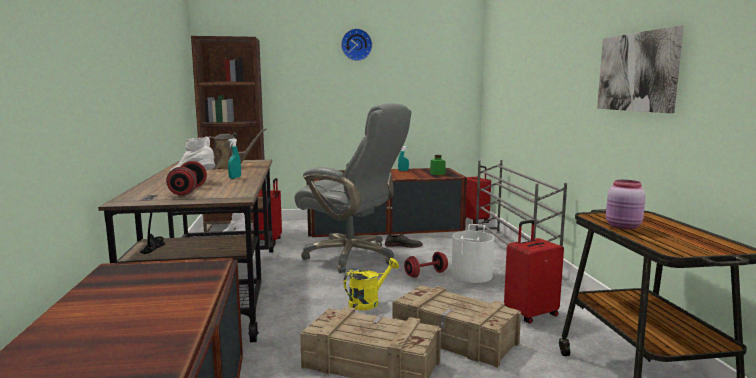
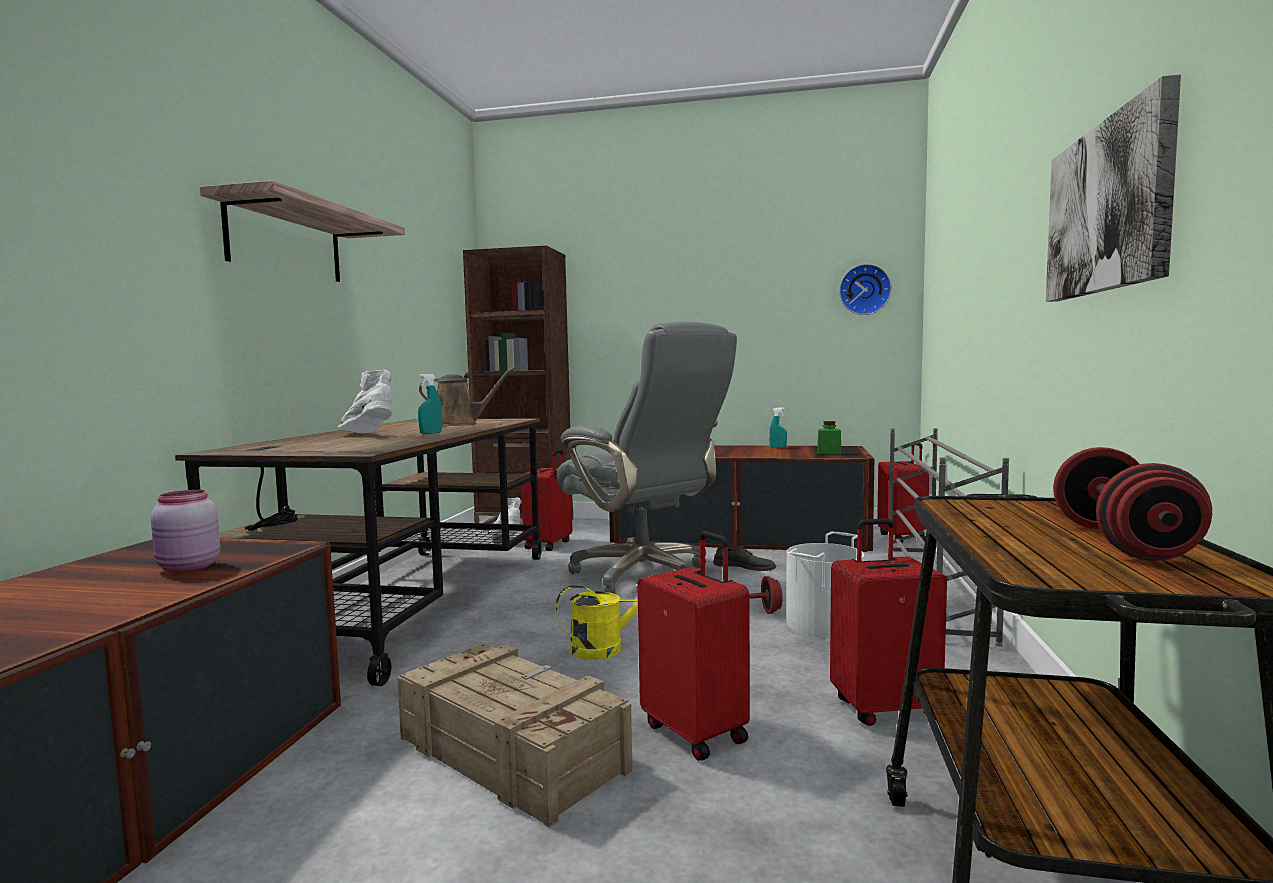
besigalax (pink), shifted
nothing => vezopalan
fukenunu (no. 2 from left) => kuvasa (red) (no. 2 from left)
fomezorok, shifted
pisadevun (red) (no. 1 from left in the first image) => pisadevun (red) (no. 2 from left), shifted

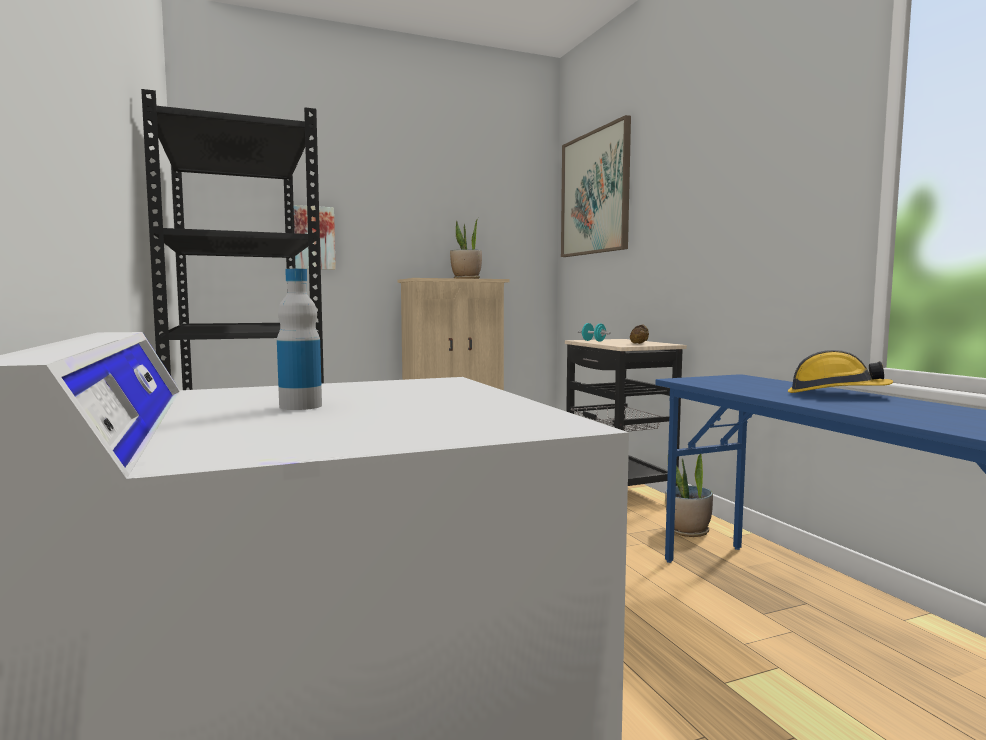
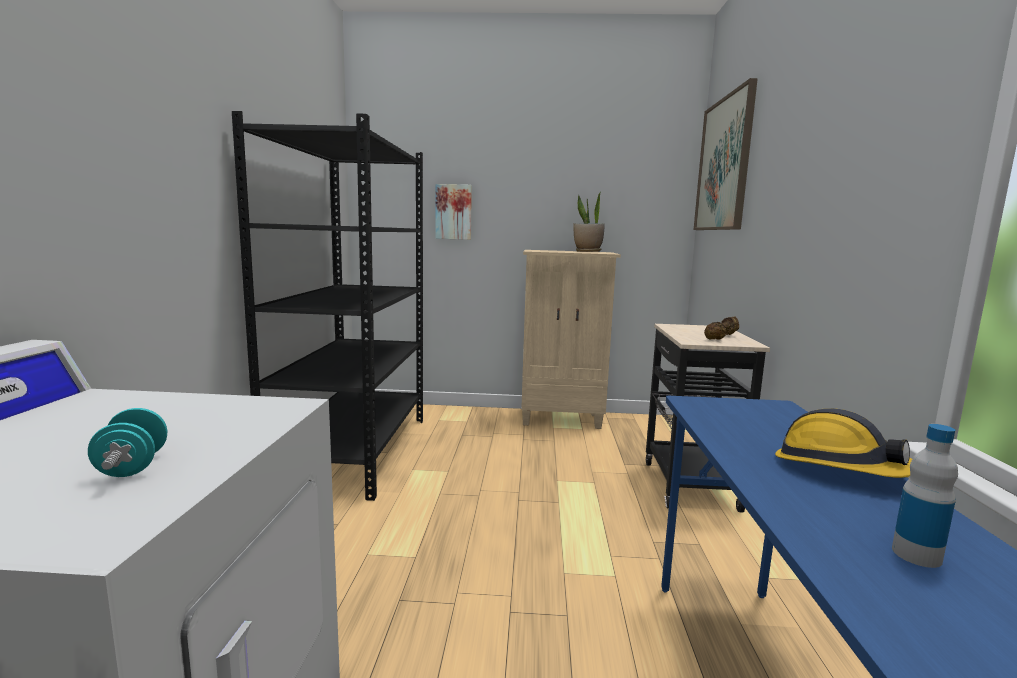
pisadevun (turquoise), shifted
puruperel, shifted
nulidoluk (no. 2 from left) => nothing

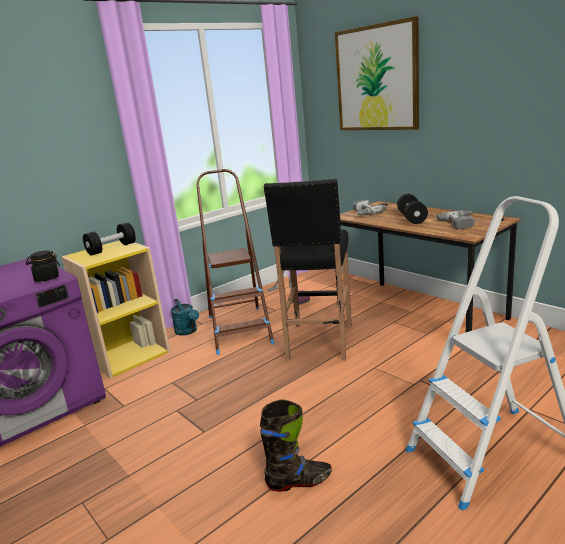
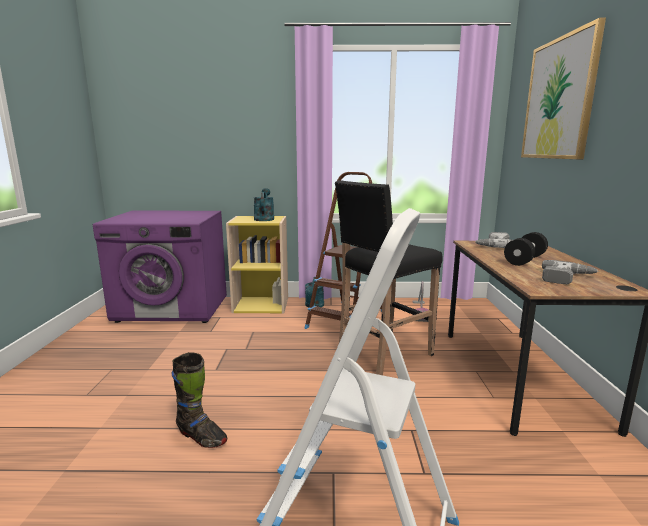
pisadevun (black) (no. 1 from left) => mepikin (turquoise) (no. 1 from left)
besigalax (black) => nothing

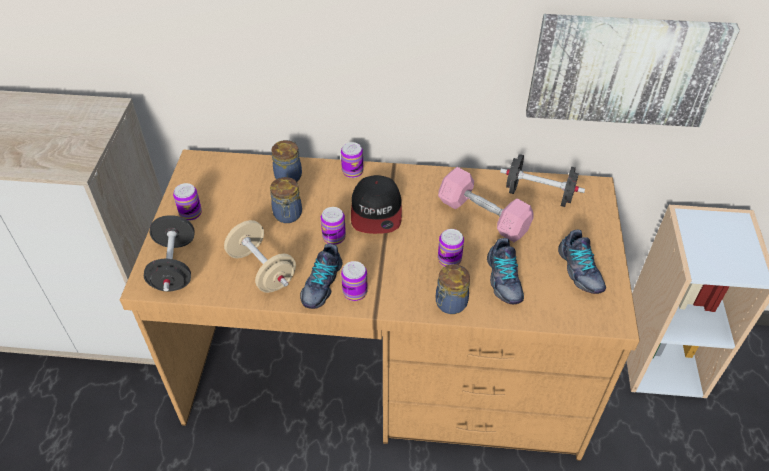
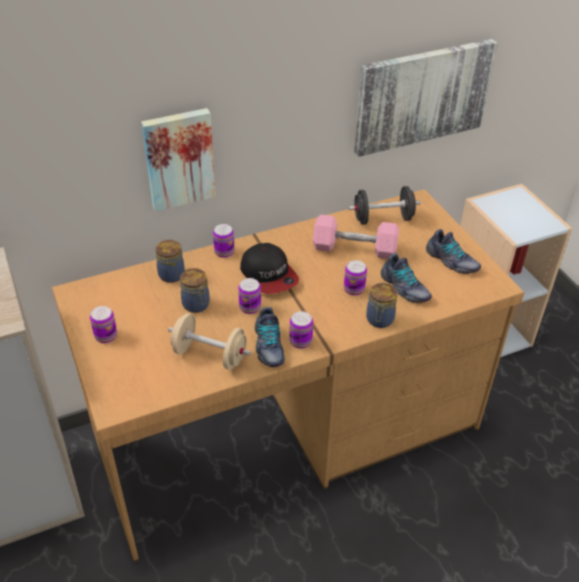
nothing => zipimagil (no. 1 from left)
pisadevun (black) (no. 1 from left) => nothing

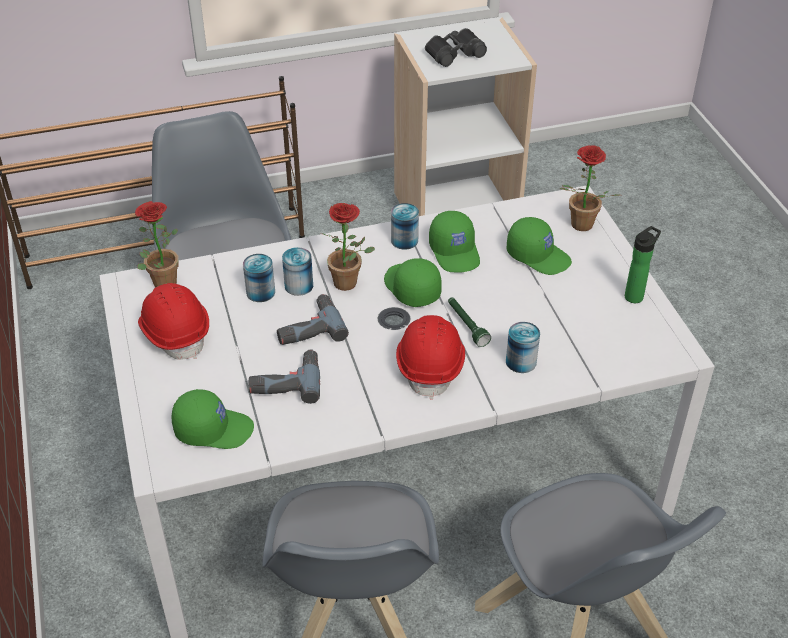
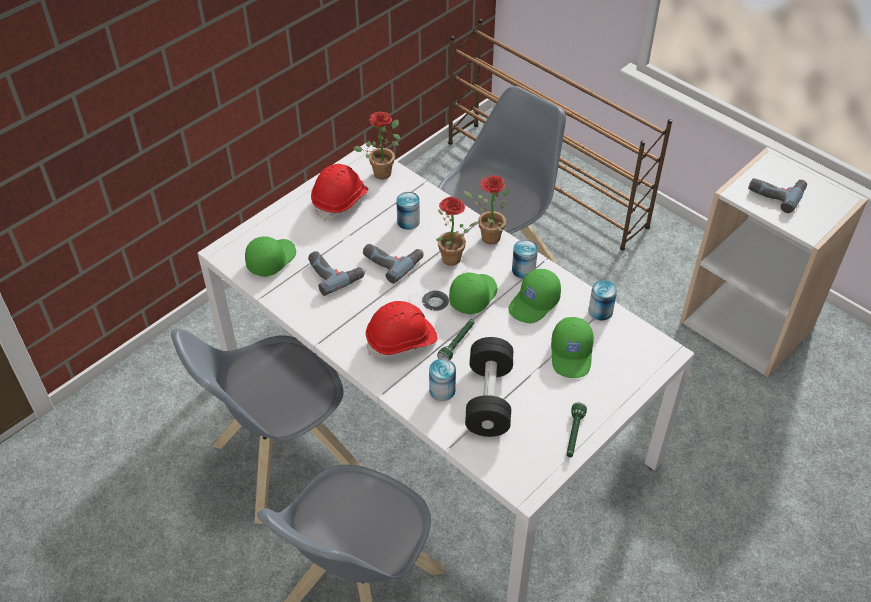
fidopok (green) (no. 1 from left), 120 degrees counterclockwise
nulidoluk (no. 3 from left), shifted
nothing => pisadevun (black)
puruperel => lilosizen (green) (no. 2 from left)
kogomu (no. 2 from left in the first image) => kogomu (no. 4 from left), shifted
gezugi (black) => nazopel (no. 3 from left)

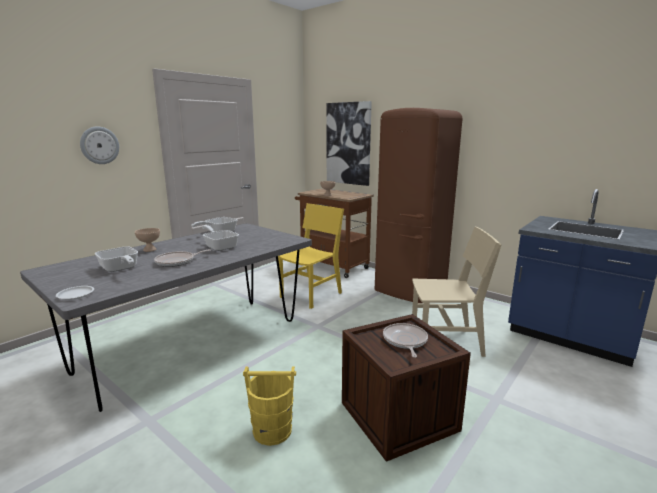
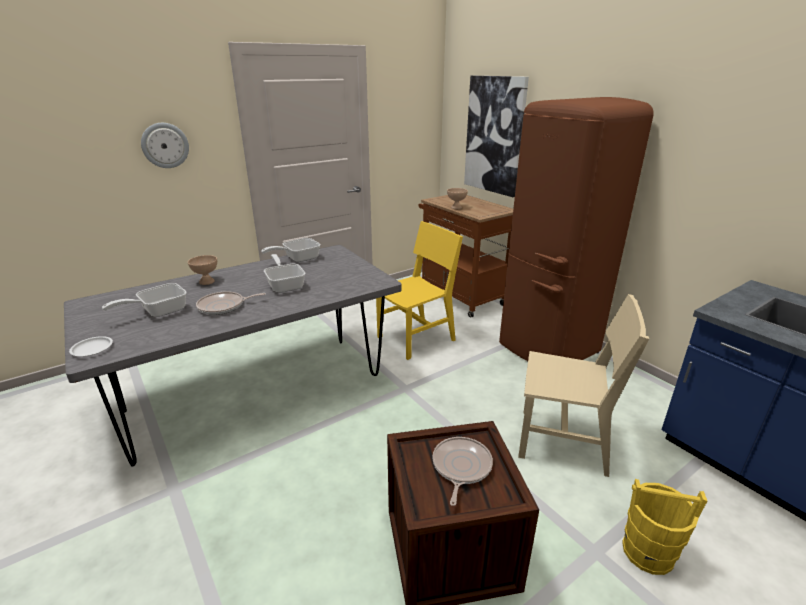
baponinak (no. 1 from left), 75 degrees clockwise
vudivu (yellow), shifted

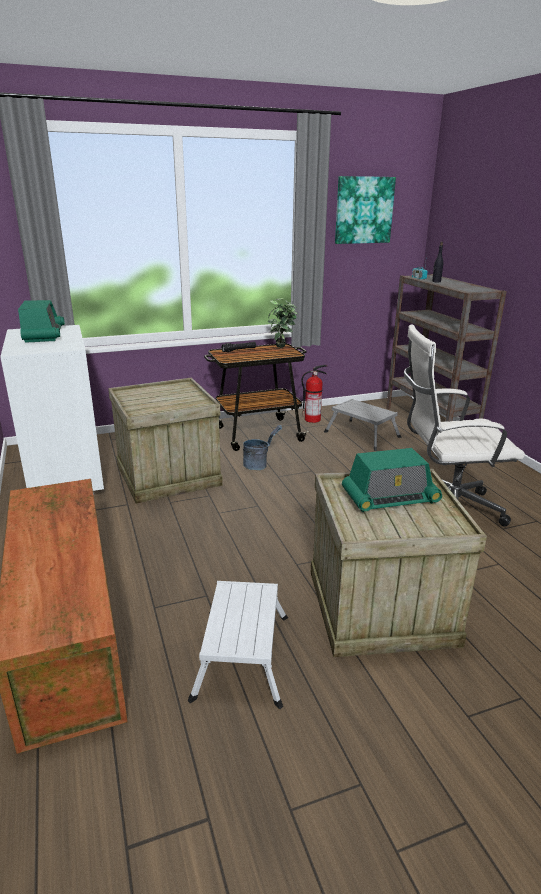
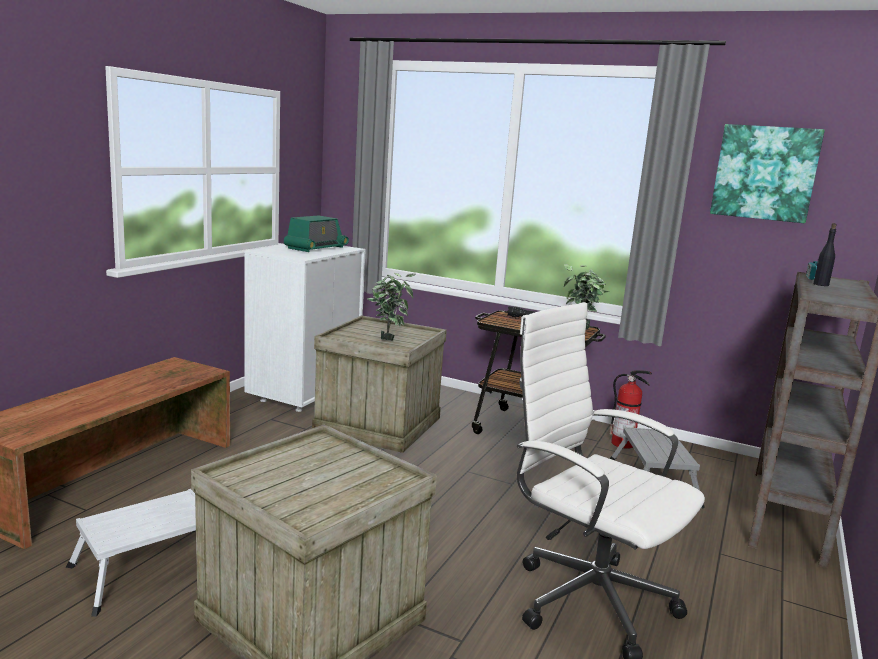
nothing => nulidoluk (no. 1 from left)
vudivu (grey) => nothing
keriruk (no. 2 from left) => nothing

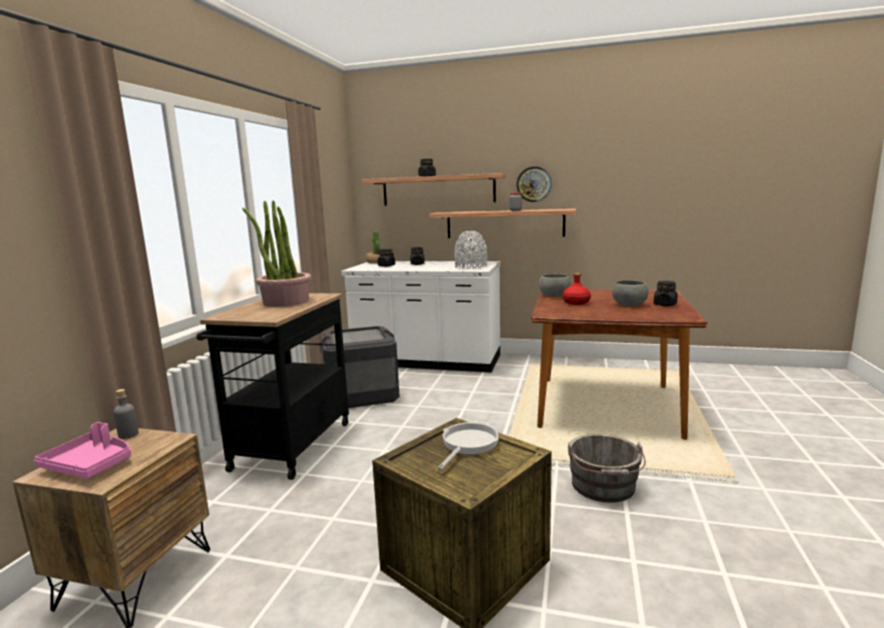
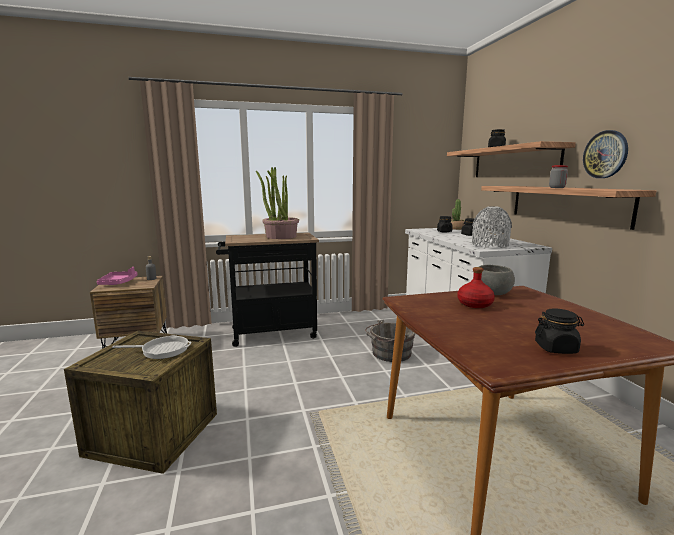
vudivu (grey), shifted
fukenunu (no. 1 from left) => nothing
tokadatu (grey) (no. 2 from left) => nothing

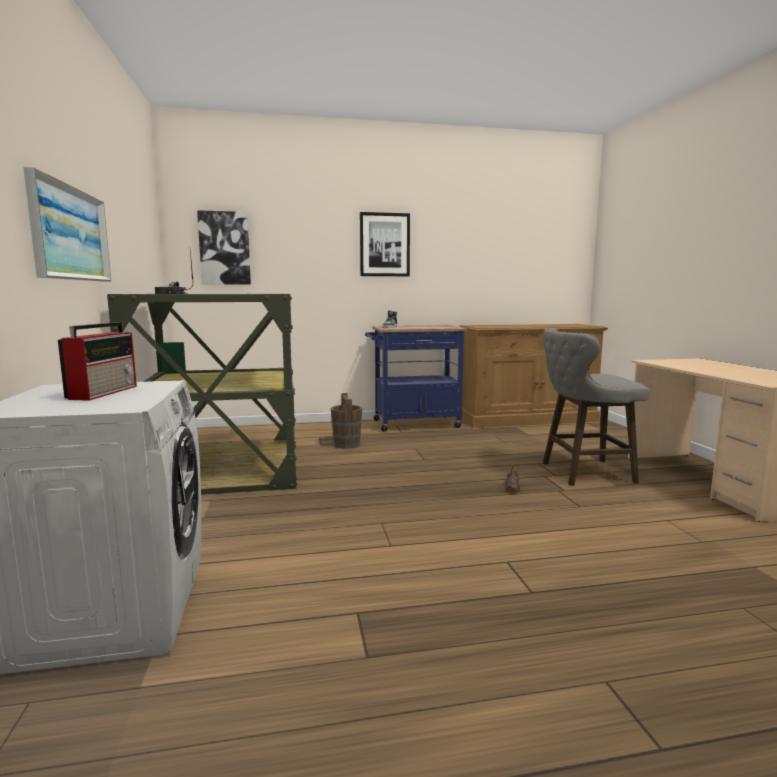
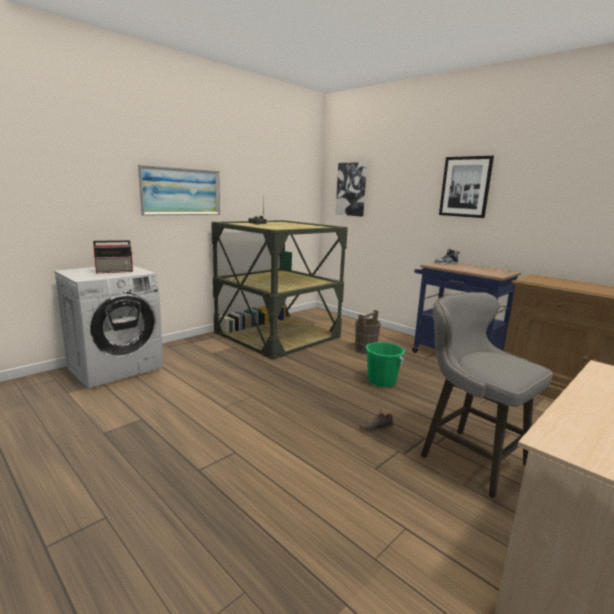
nothing => vudivu (green)

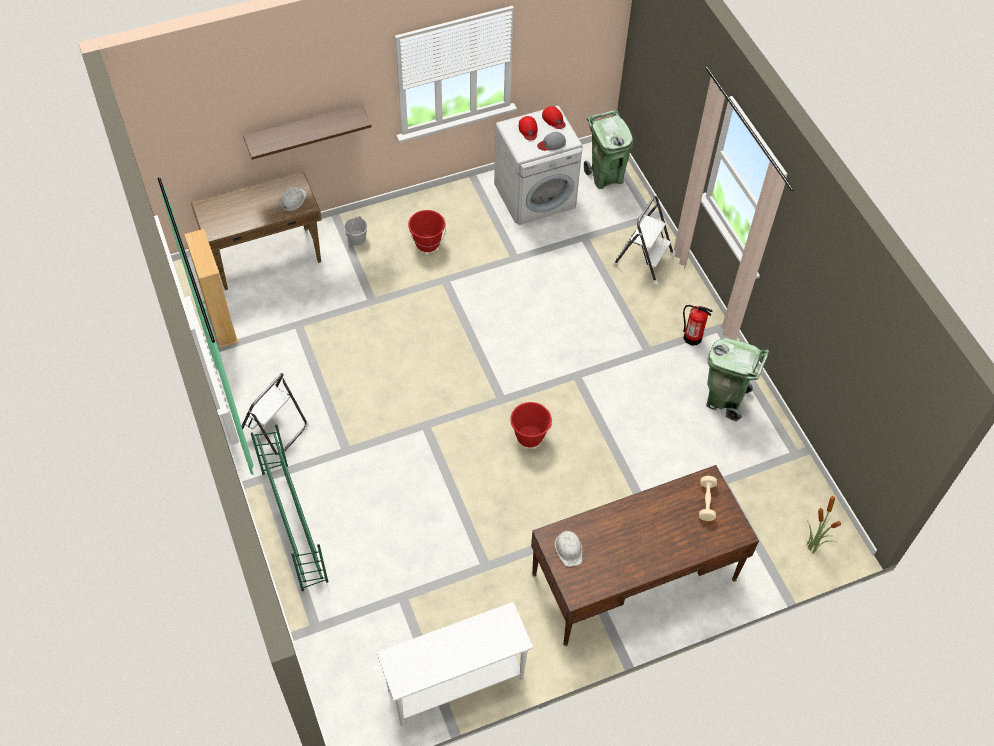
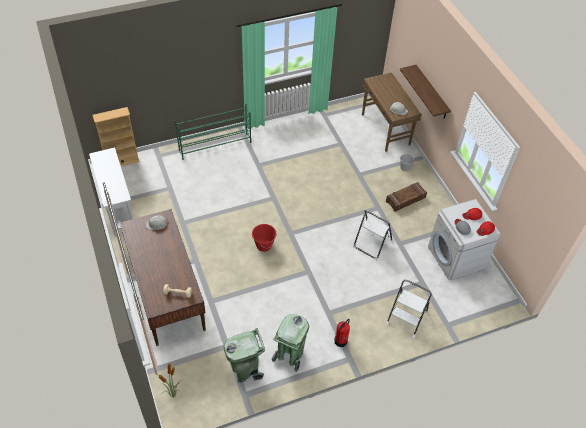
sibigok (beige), shifted
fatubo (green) (no. 1 from left), shifted
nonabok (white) (no. 1 from left), shifted
vudivu (red) (no. 1 from left) => fukenunu

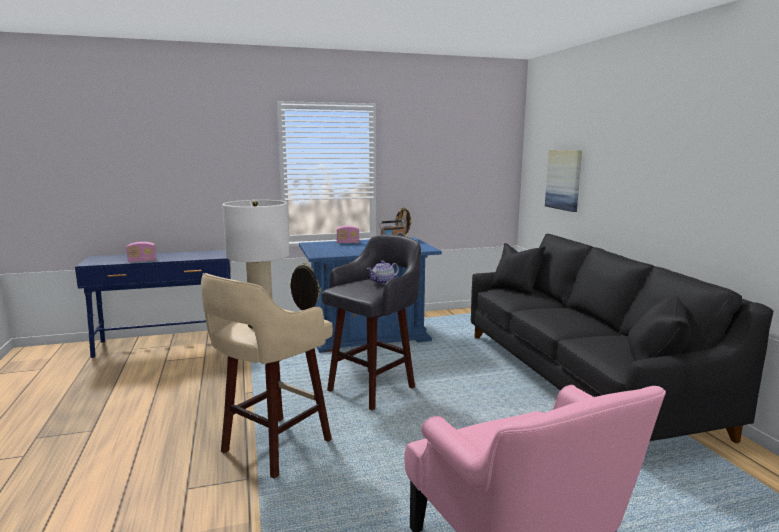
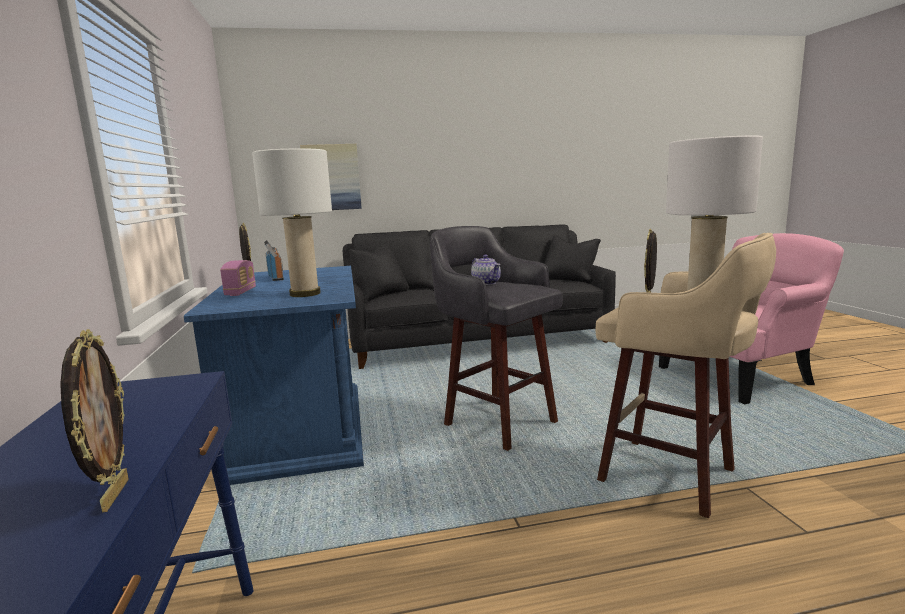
keriruk (no. 1 from left) => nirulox (no. 1 from left)
nothing => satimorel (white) (no. 1 from left)

